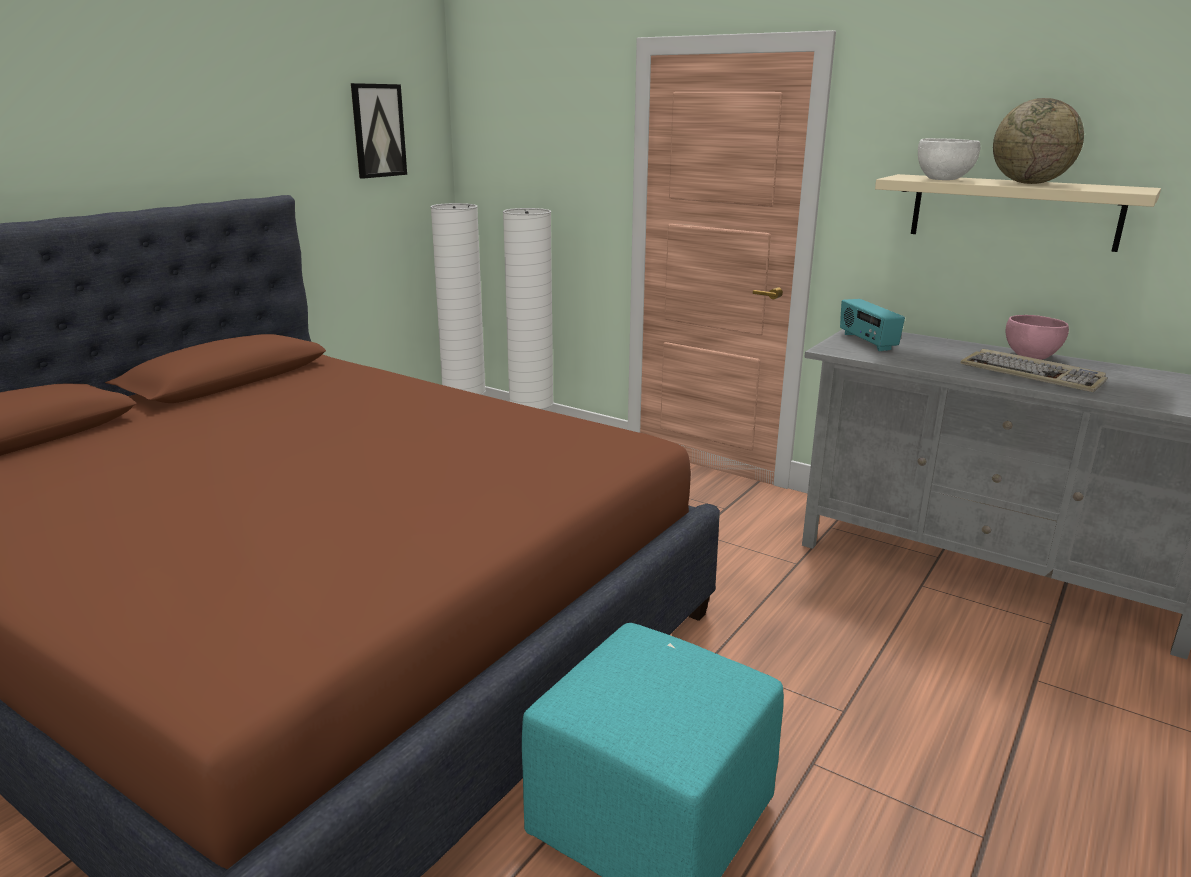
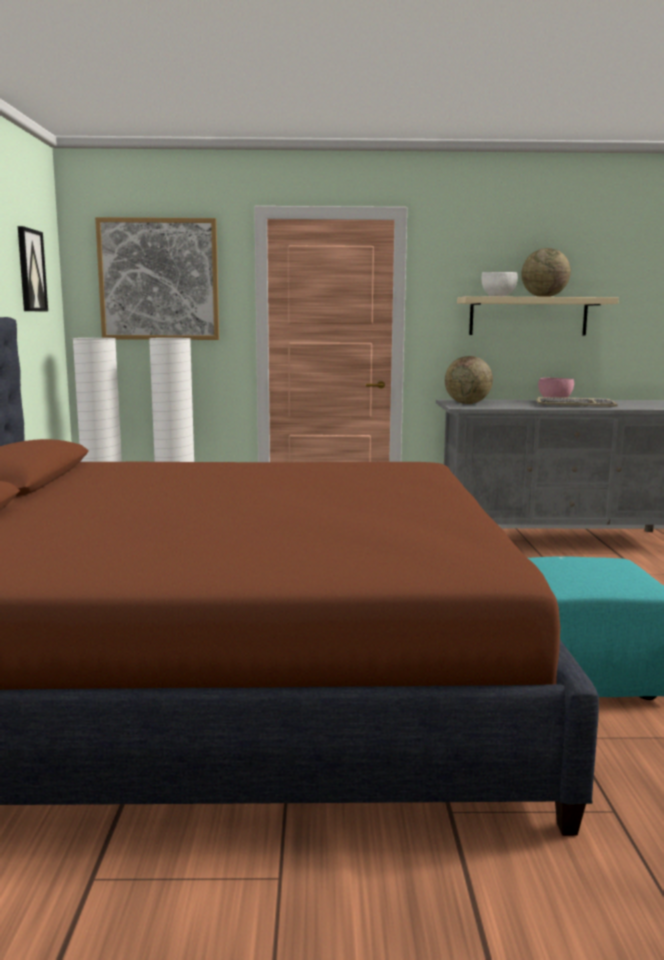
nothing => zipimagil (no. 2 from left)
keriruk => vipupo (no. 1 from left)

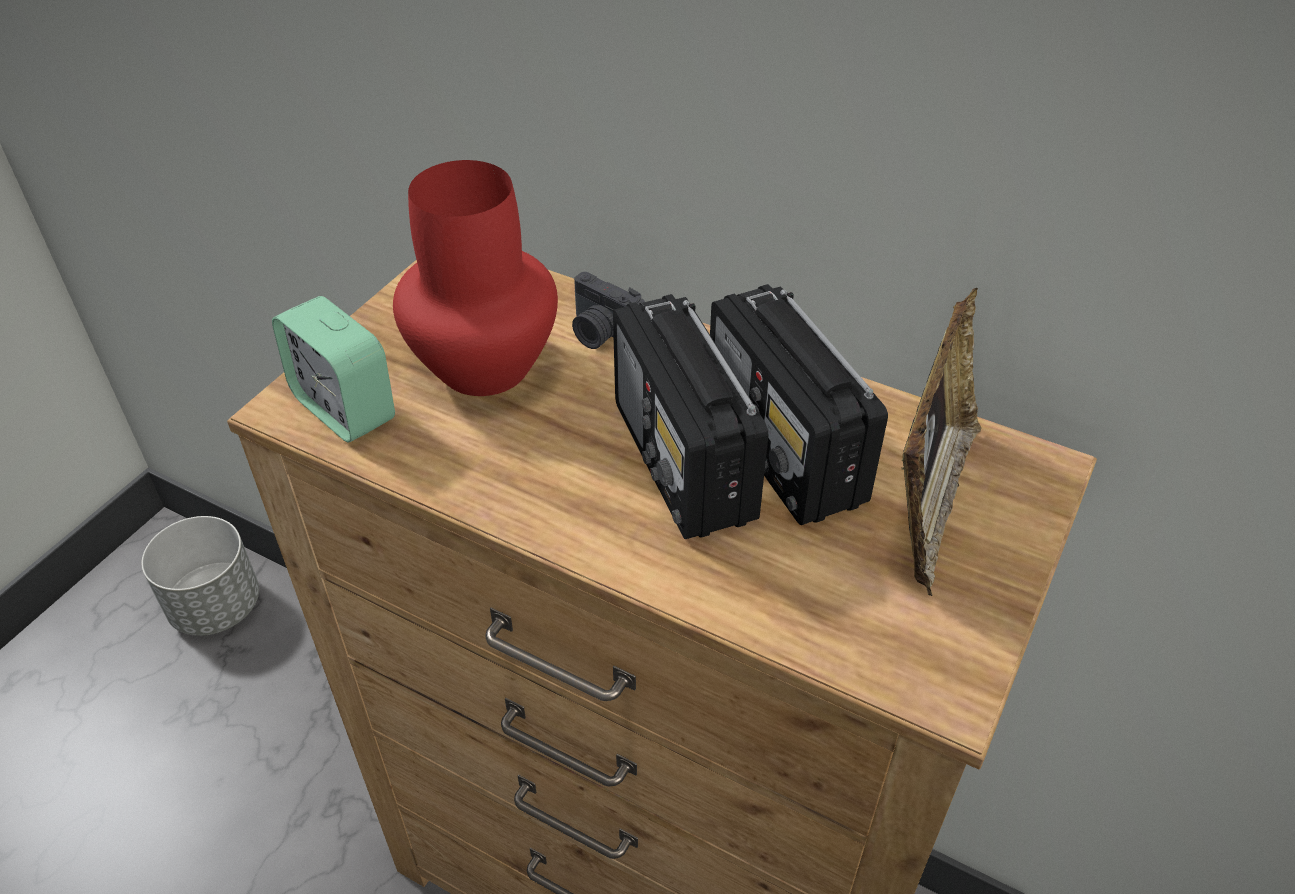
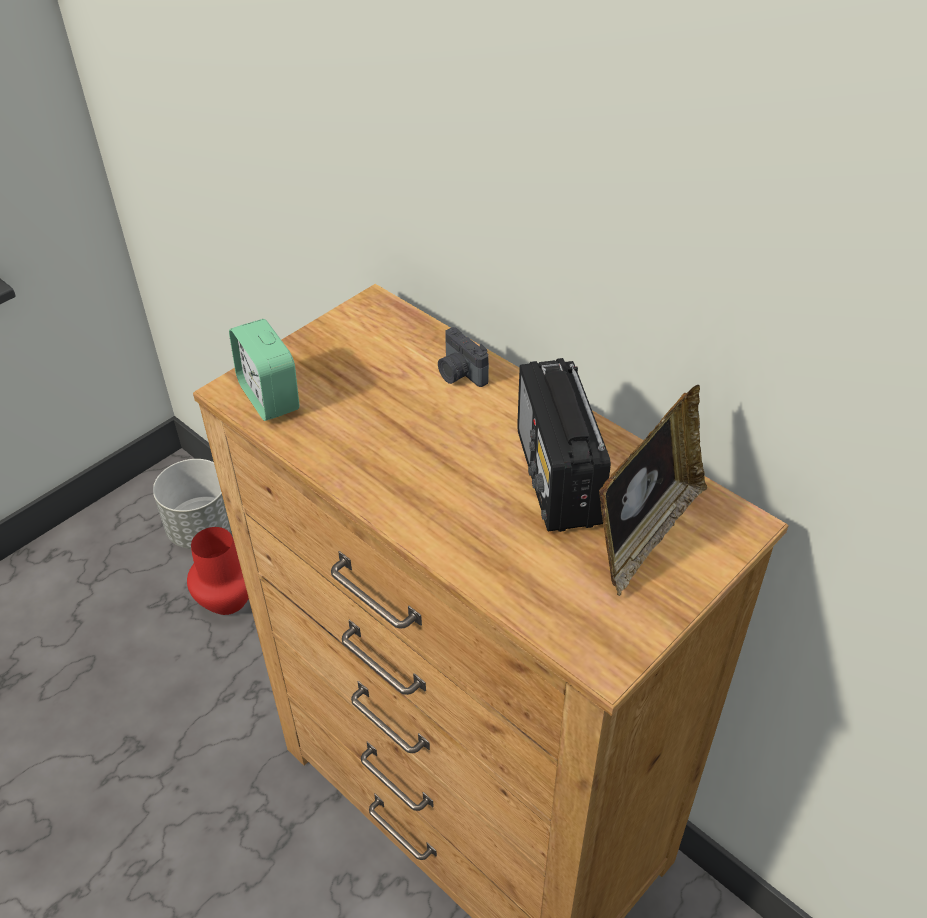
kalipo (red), shifted
keriruk (no. 1 from left) => nothing

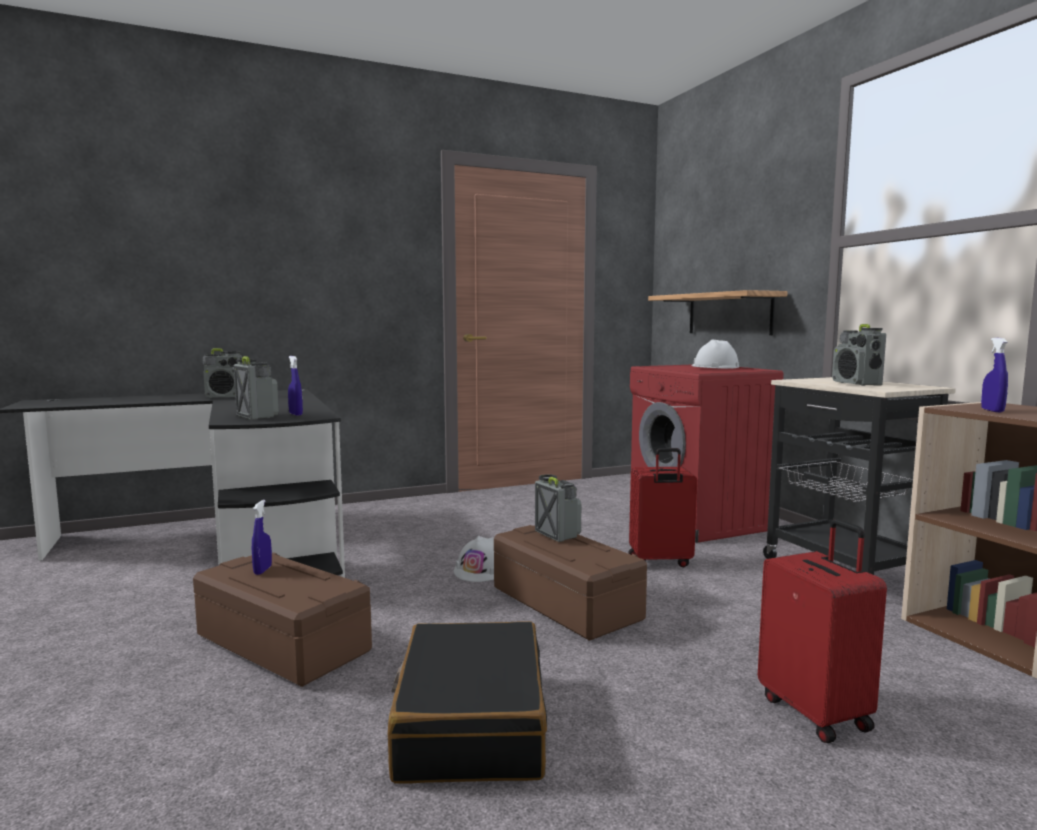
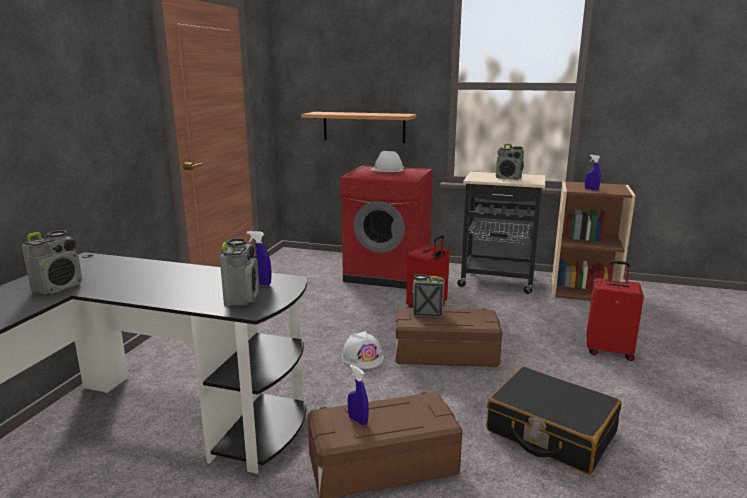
keriruk (no. 2 from left), 90 degrees clockwise

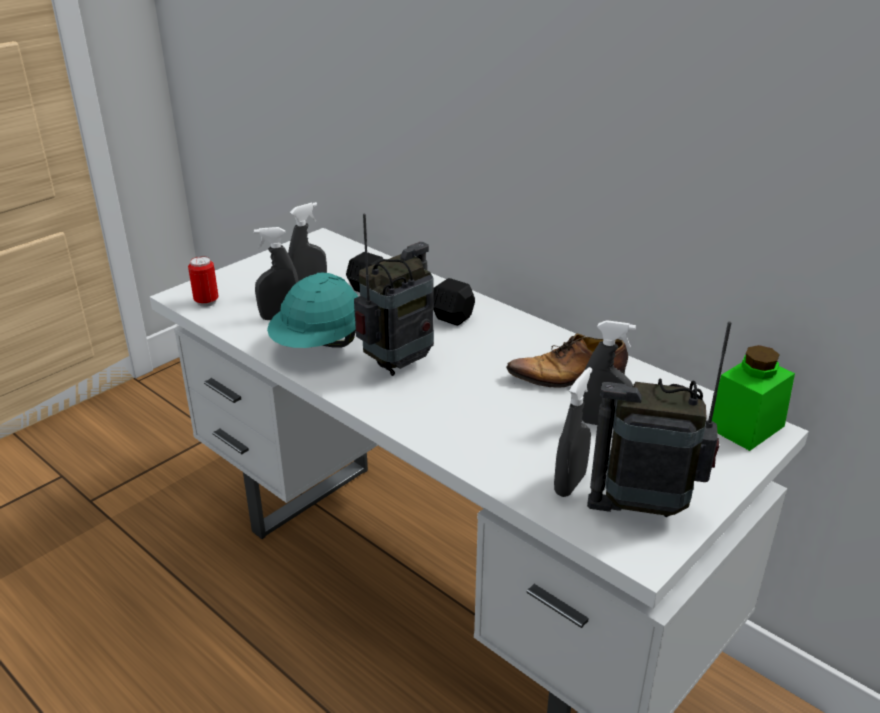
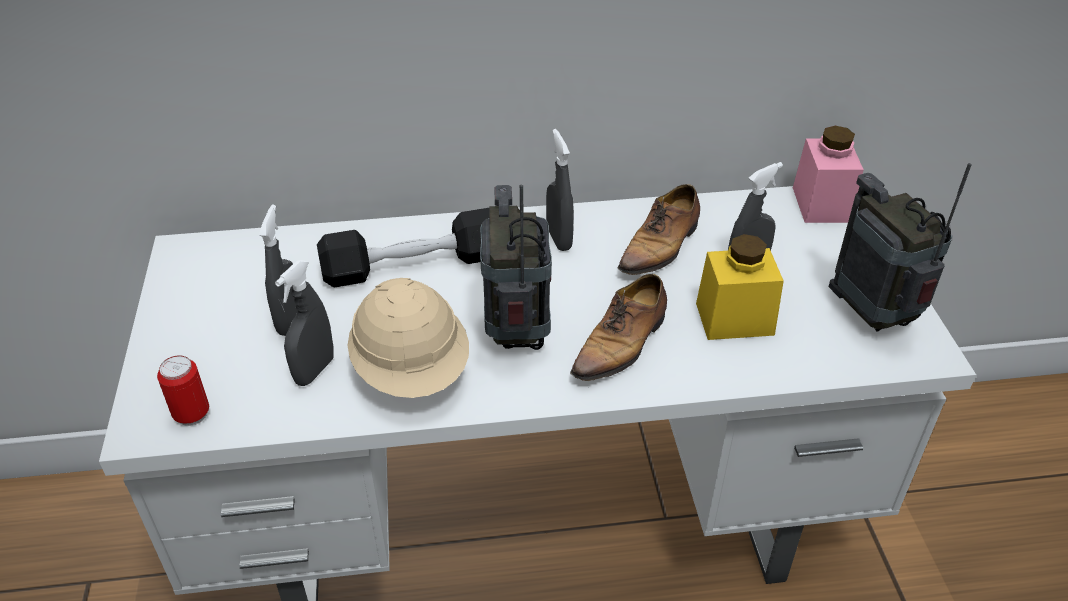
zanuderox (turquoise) => zanuderox (beige)
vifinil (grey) (no. 3 from left), shifted
nothing => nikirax (no. 1 from left)
nothing => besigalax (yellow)
besigalax (green) => besigalax (pink)
keriruk (no. 2 from left), 105 degrees clockwise

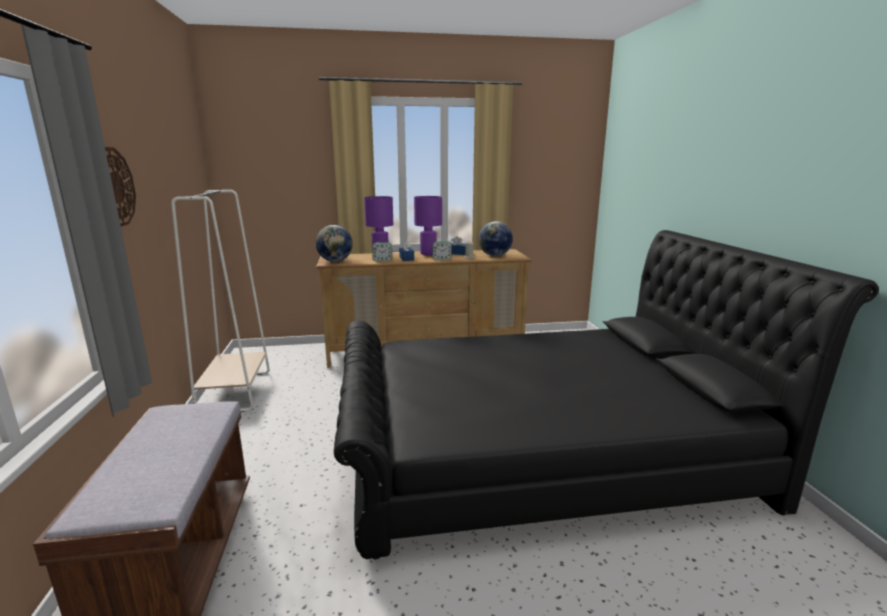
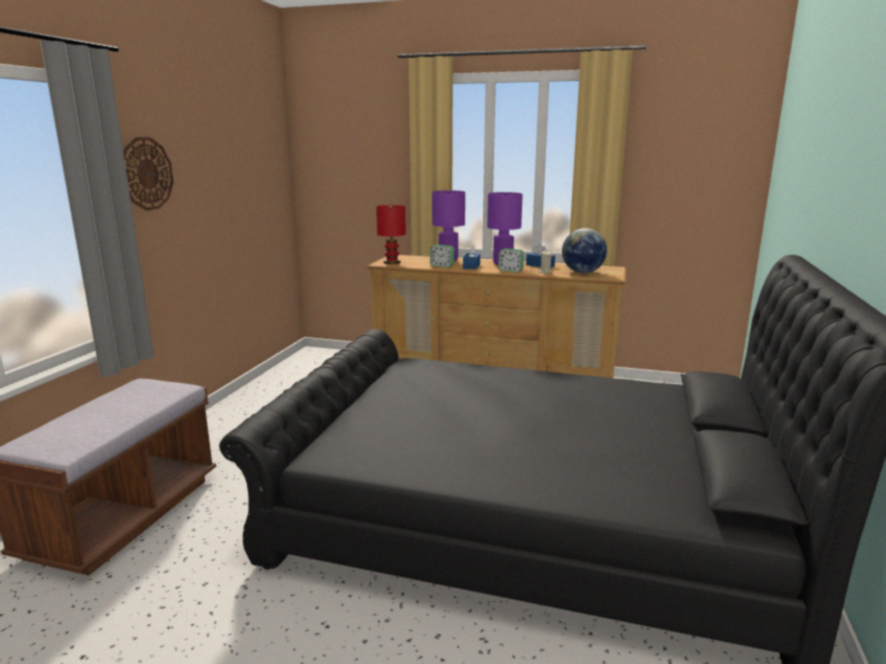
vipupo (no. 1 from left) => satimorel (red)
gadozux => nothing

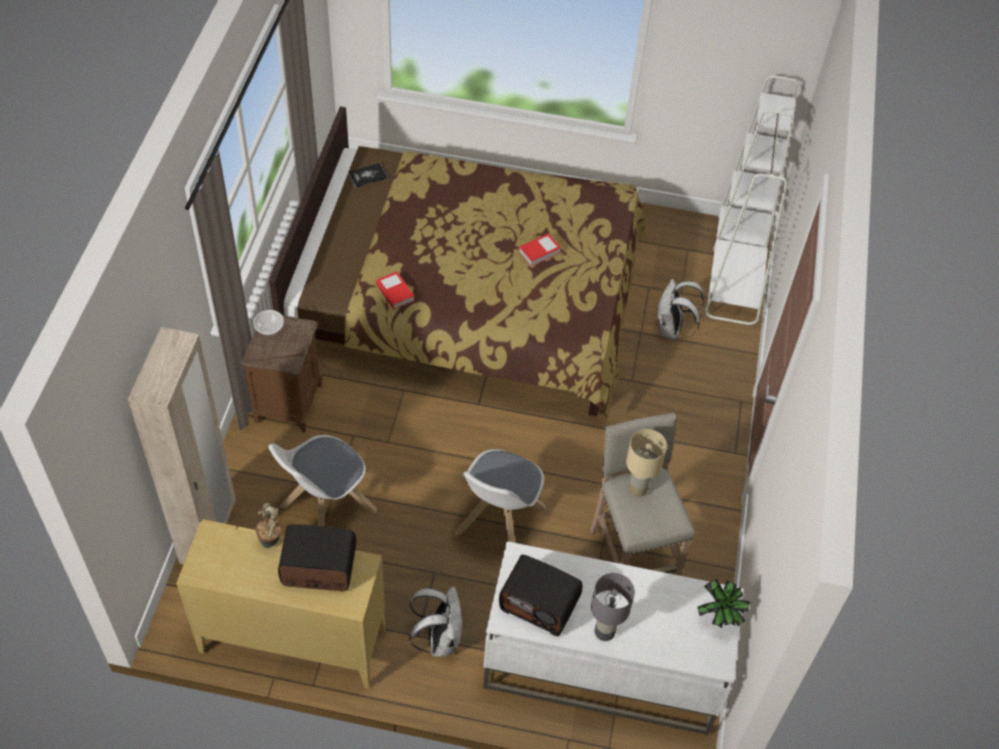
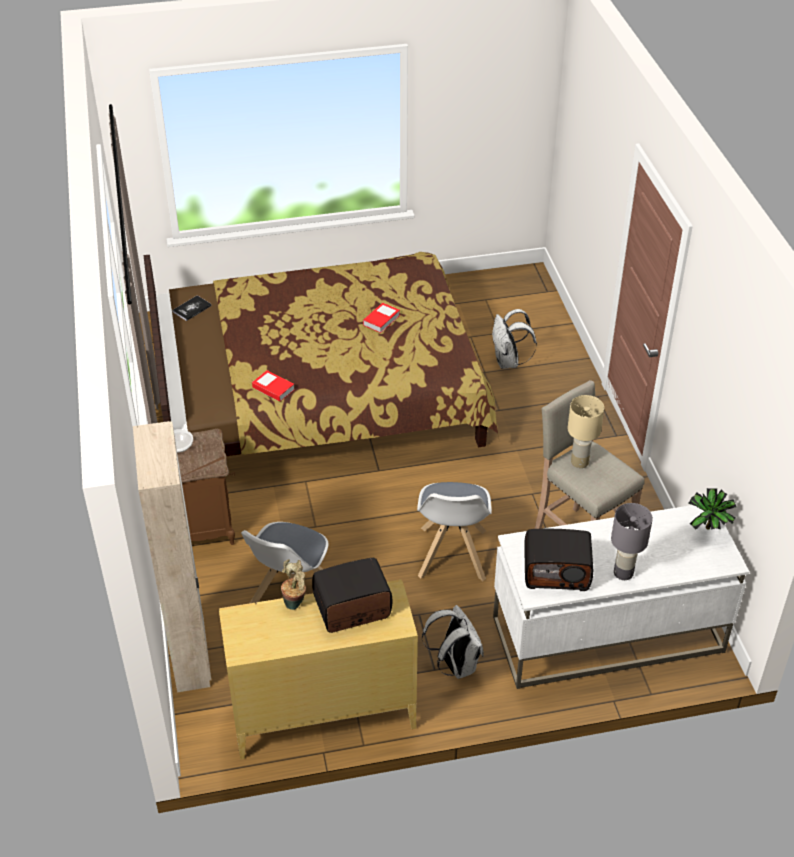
gadozux (white) => nothing

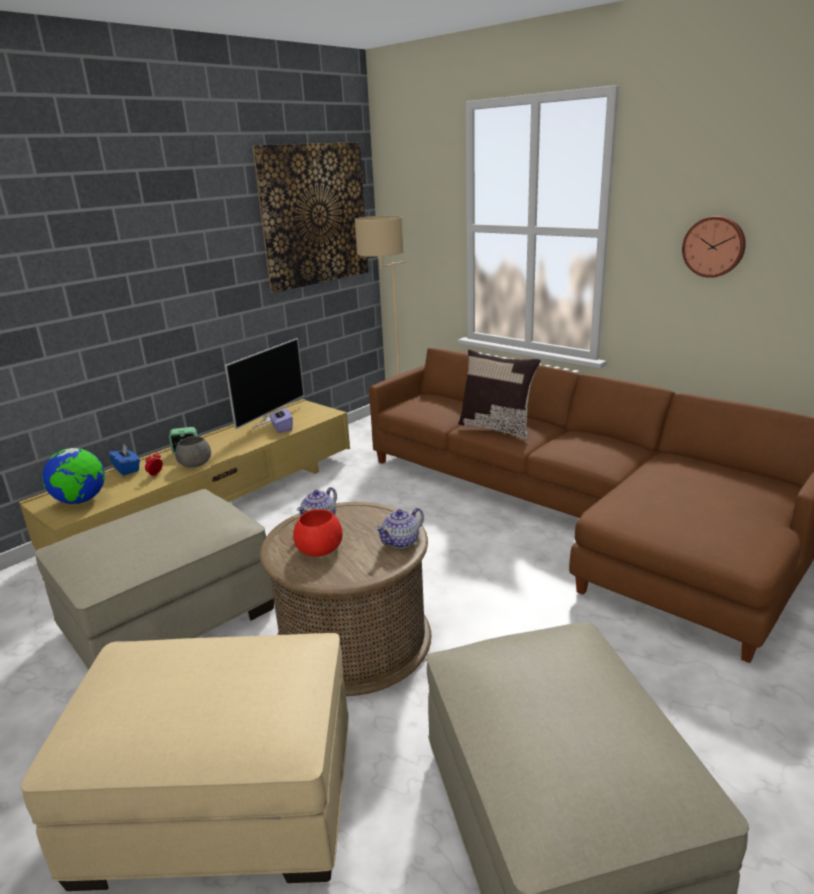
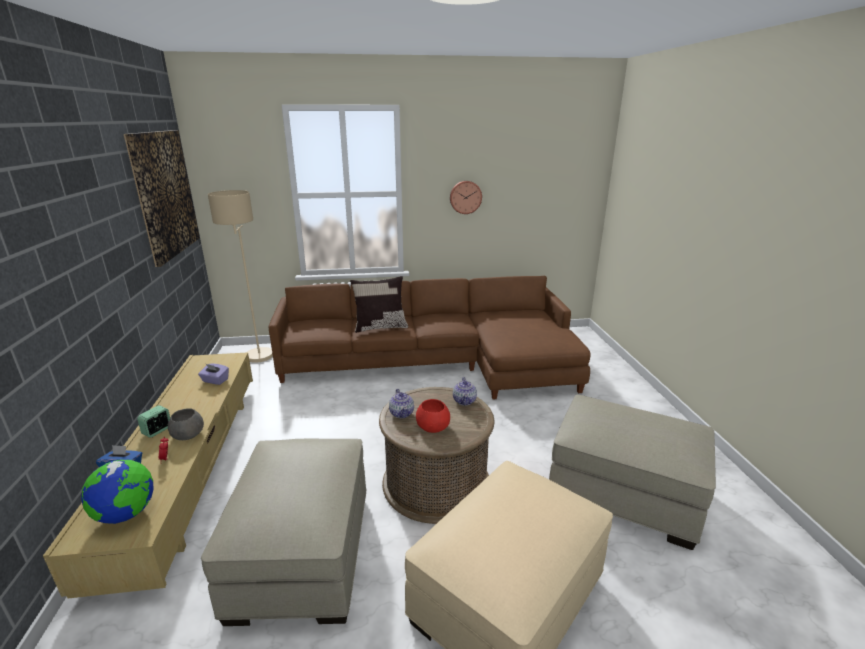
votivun => nothing

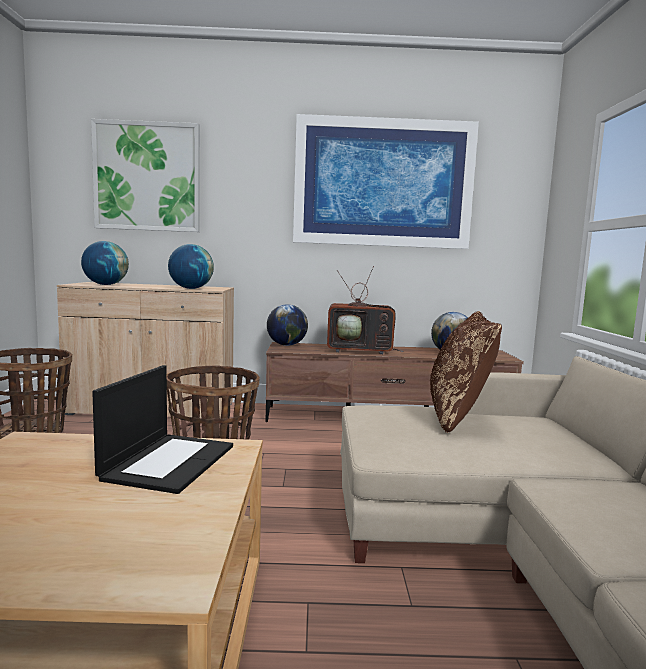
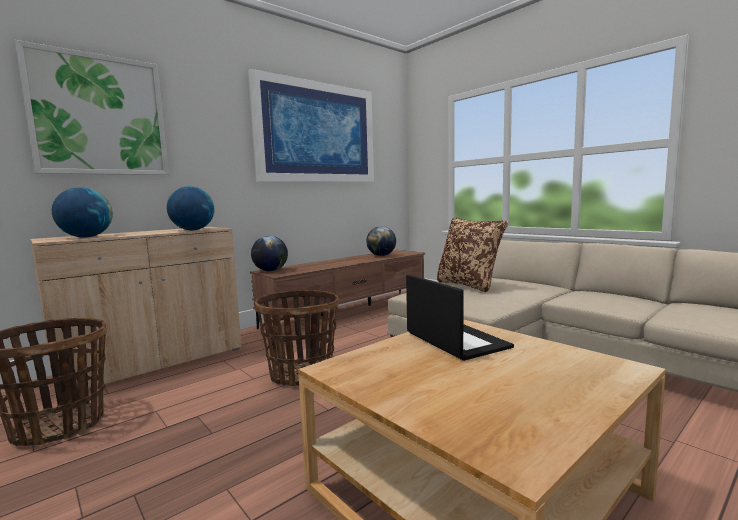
votivun => nothing

